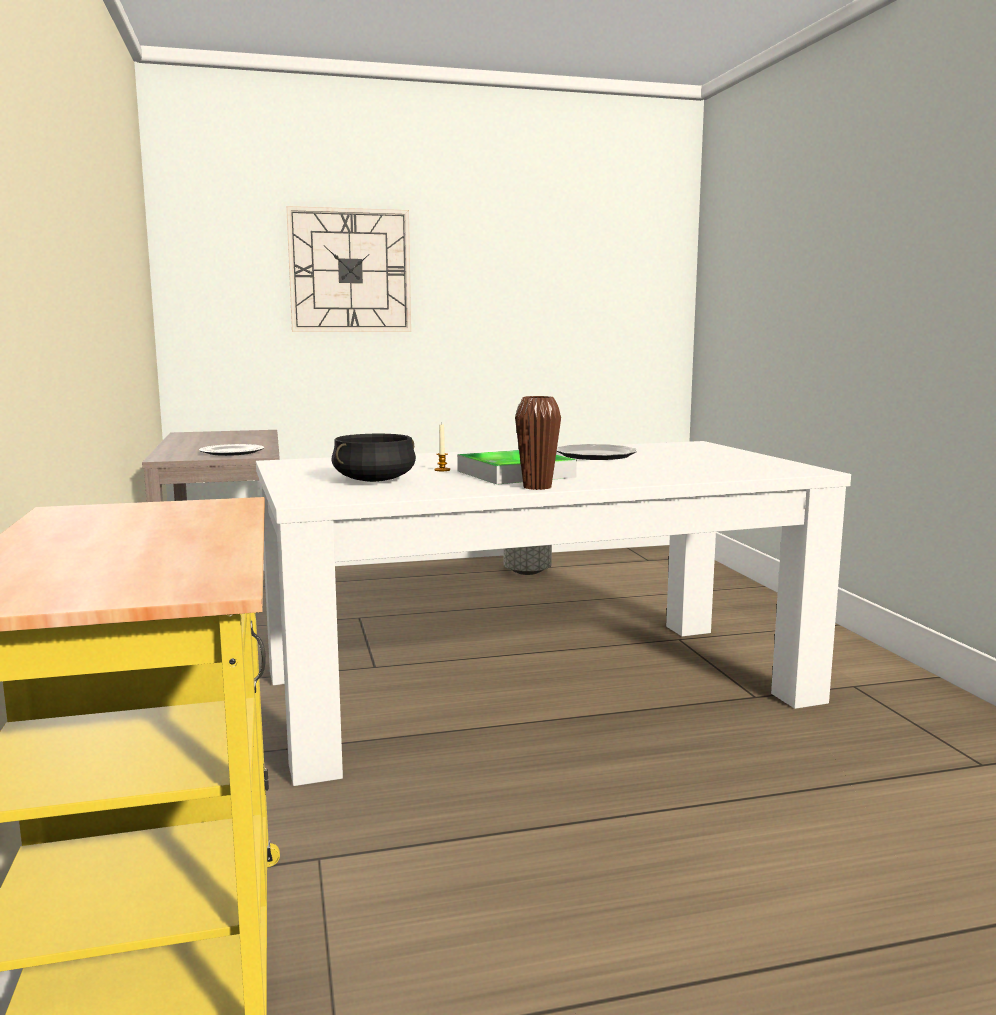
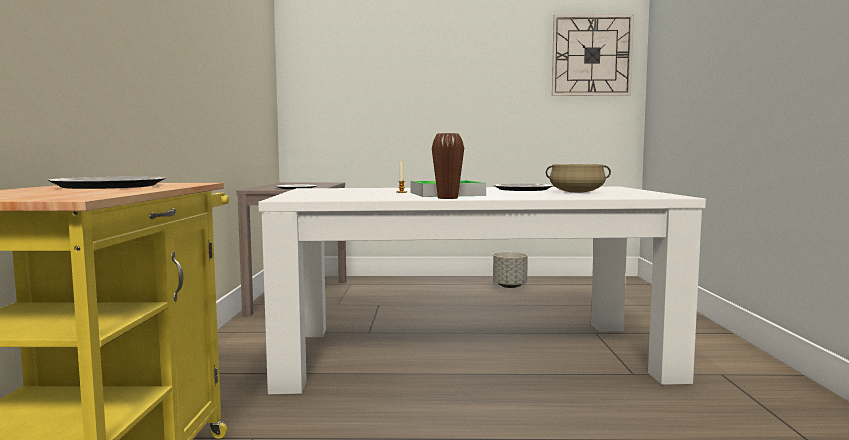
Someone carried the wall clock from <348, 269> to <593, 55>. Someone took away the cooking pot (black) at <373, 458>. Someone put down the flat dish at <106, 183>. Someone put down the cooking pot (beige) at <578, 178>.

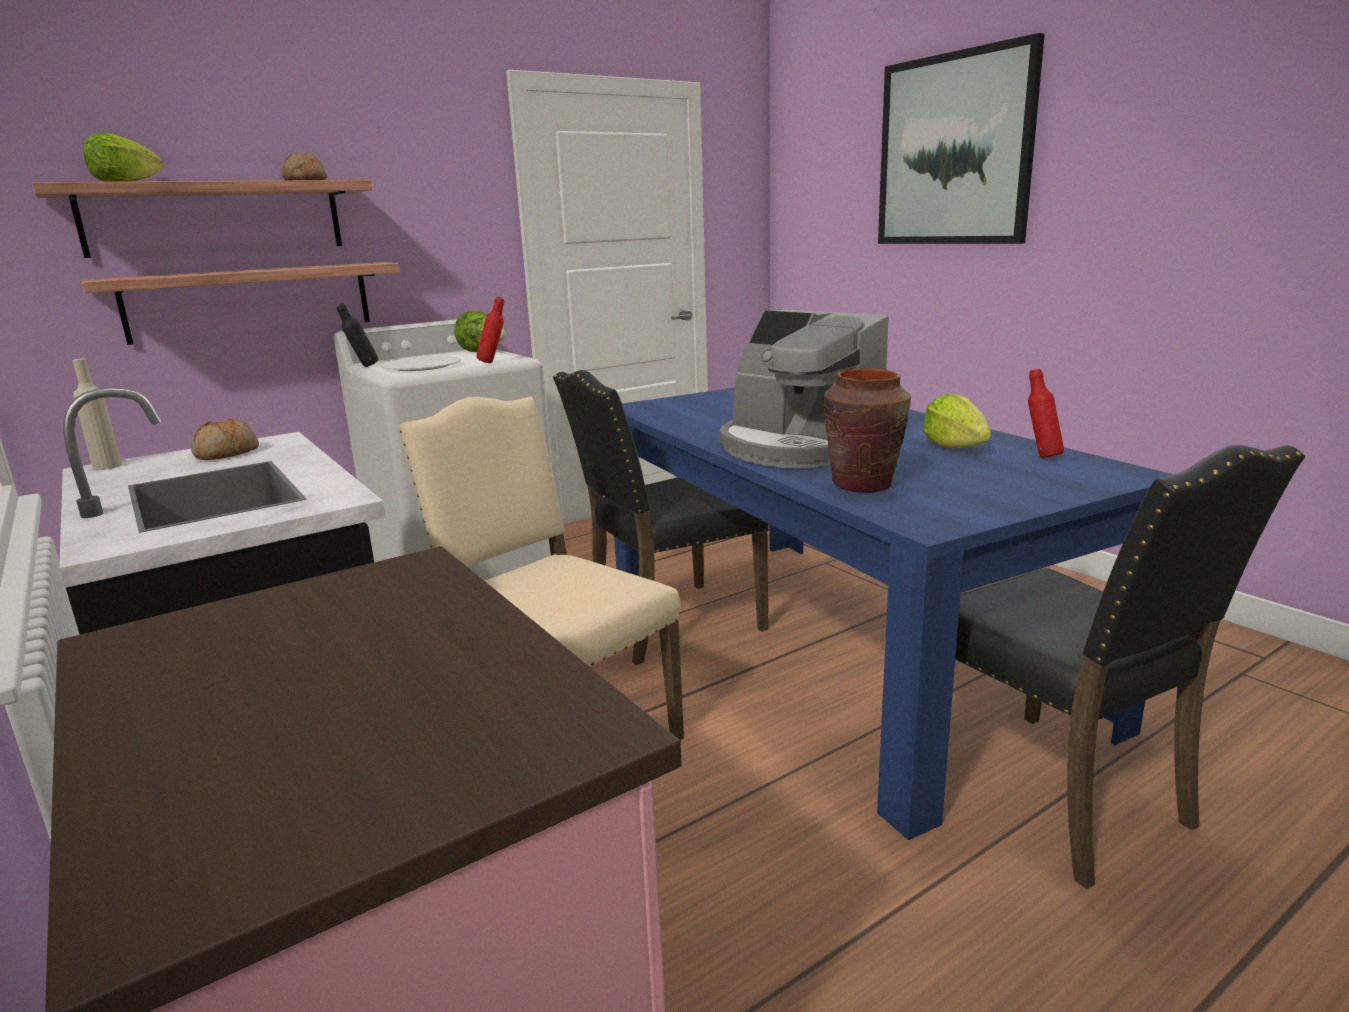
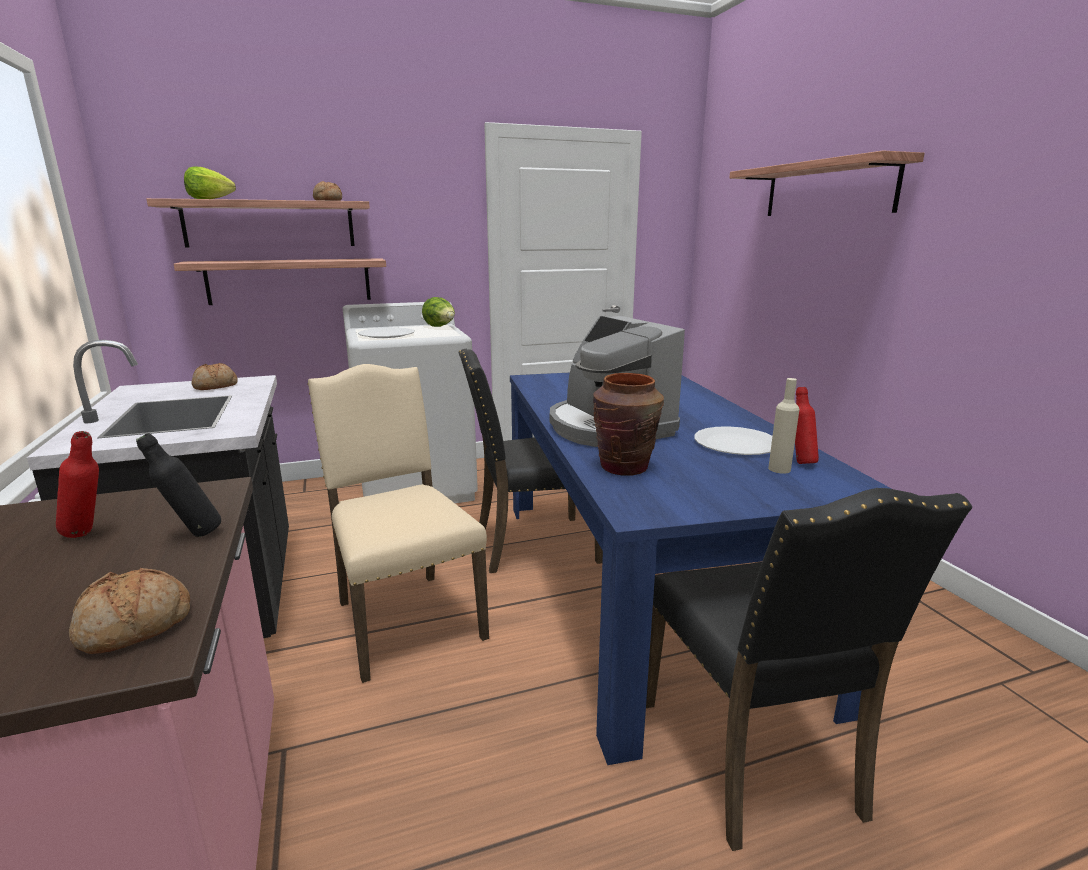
Someone carried the drink bottle (beige) from <97, 414> to <784, 426>. Someone carried the drink bottle (black) from <357, 335> to <178, 485>. Someone carried the drink bottle (red-coloured) from <490, 330> to <77, 484>. Someone swapped the picture at <961, 138> for the bracket shelf at <827, 183>. Someone swapped the lettuce at <957, 421> for the flat dish (whitish) at <733, 440>. Someone put down the baked bread at <129, 611>.

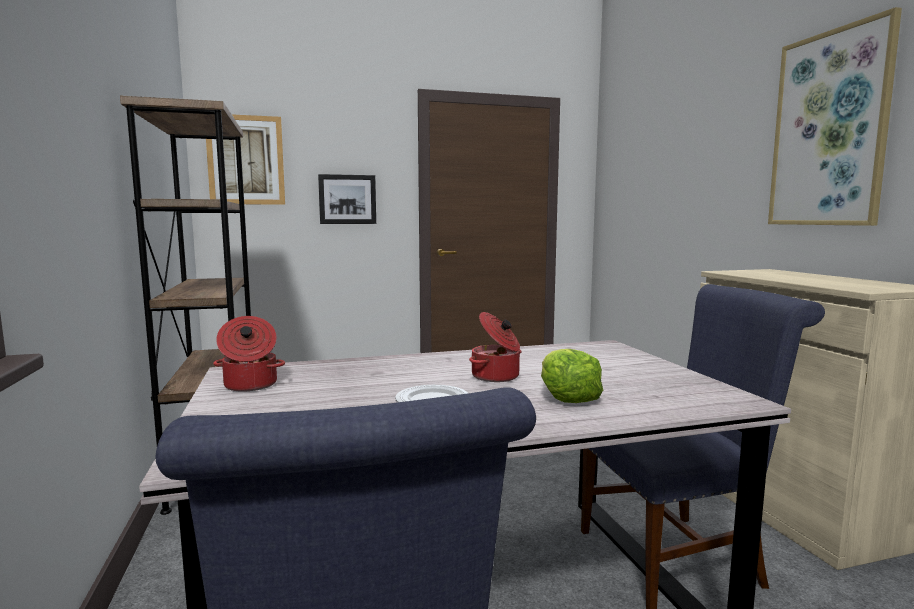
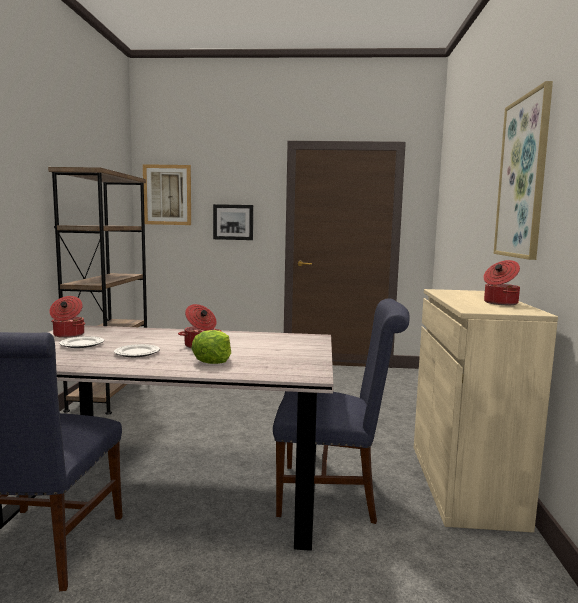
Someone put down the flat dish at <81, 342>. Someone put down the cooking pot at <501, 282>.

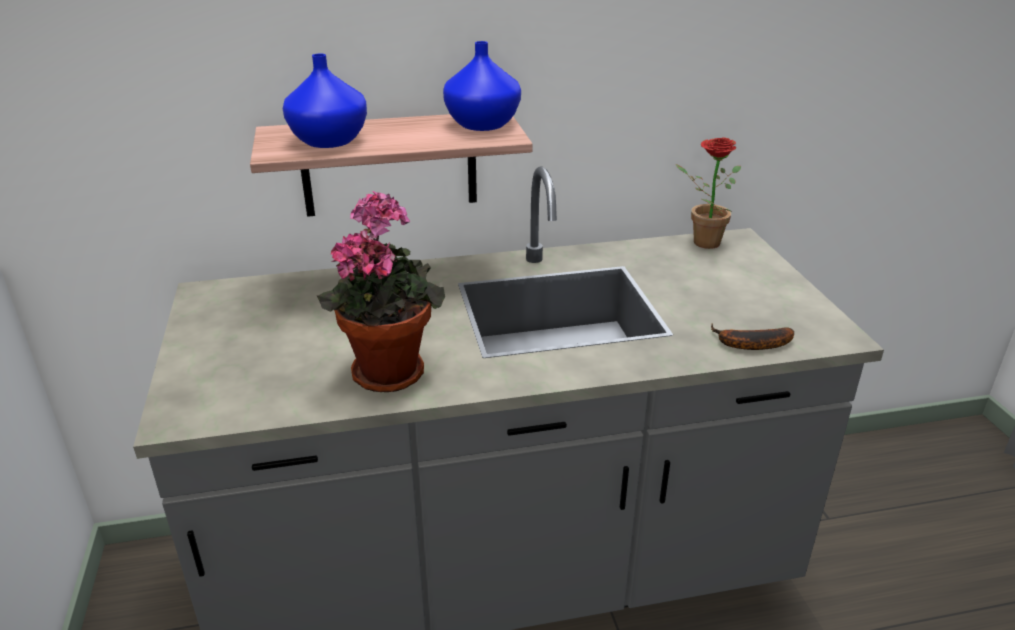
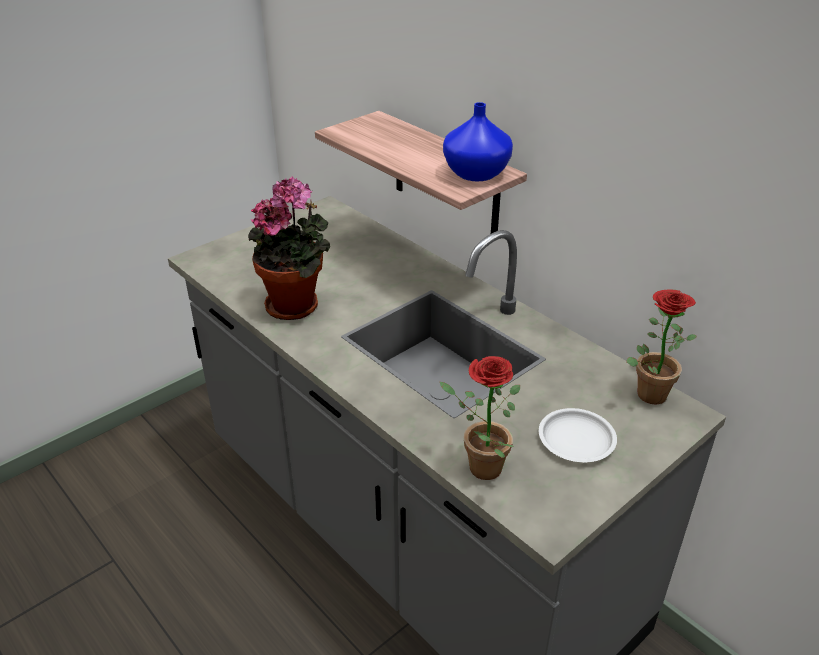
Someone took away the flower vase (bluish) at <325, 101>. Someone swapped the banana at <752, 336> for the plant in a pot at <480, 418>. Someone put down the flat dish (whitish) at <578, 435>.

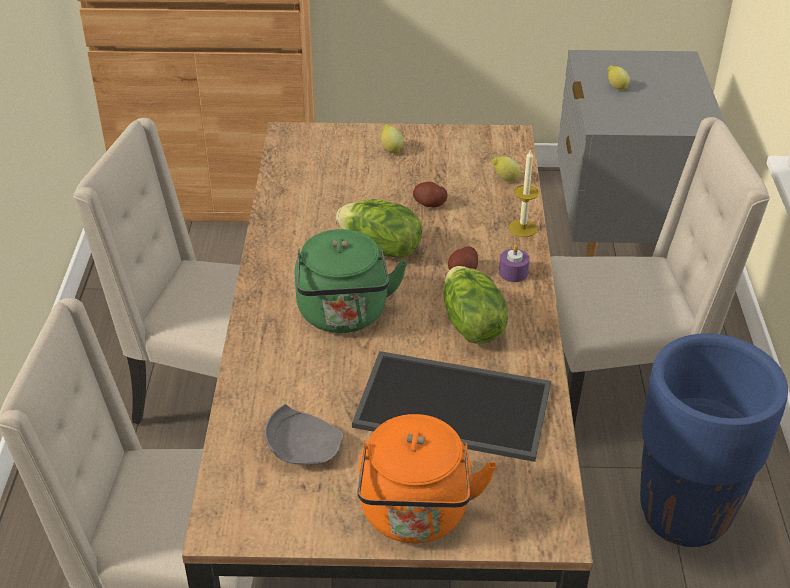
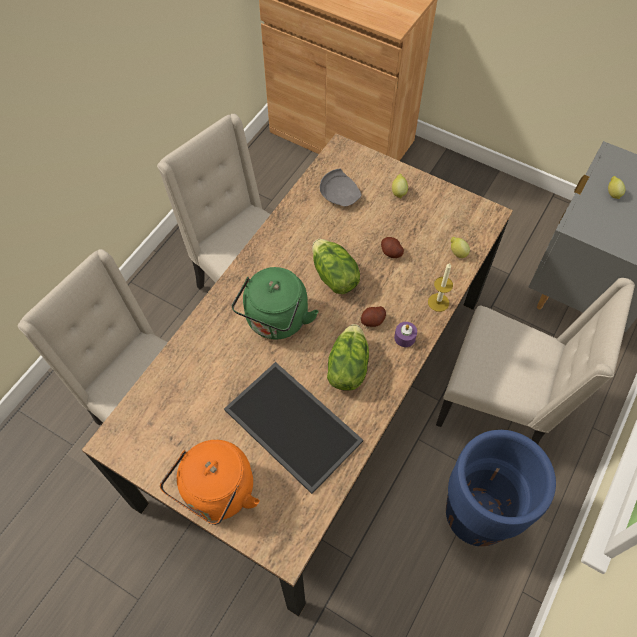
Someone carried the flat dish (gray) from <304, 434> to <340, 187>.

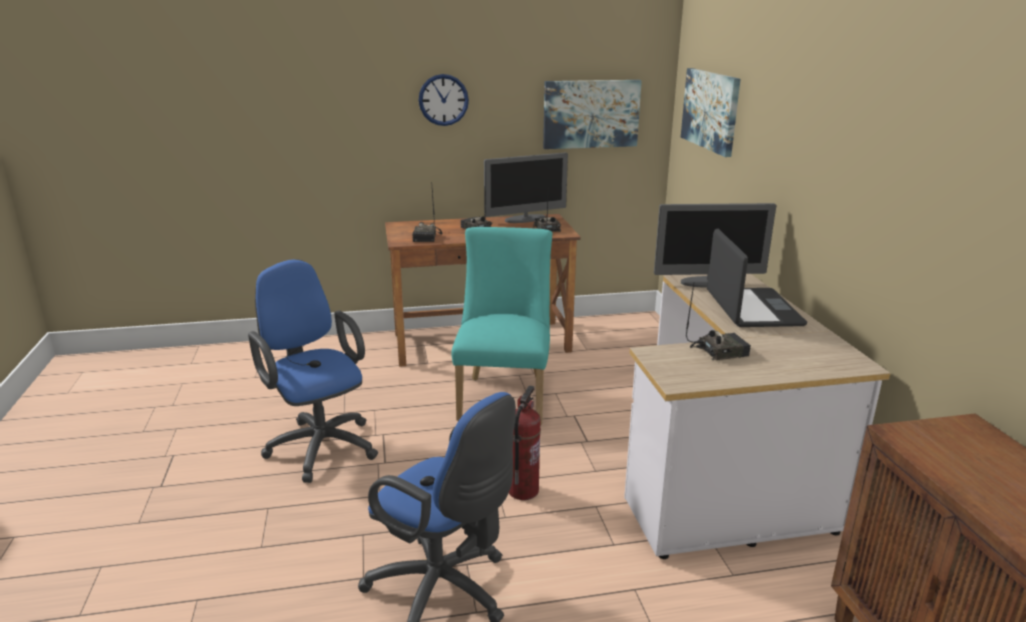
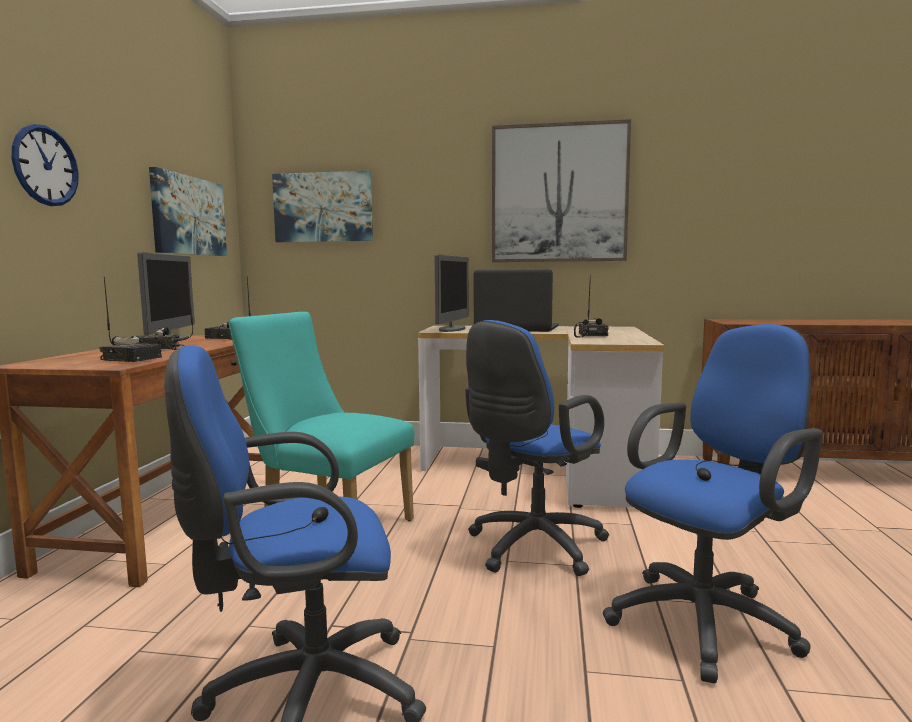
Someone swapped the fire-fighting cylinder at <525, 442> for the desk chair (bluish) at <537, 448>. Someone put up the picture at <561, 190>.

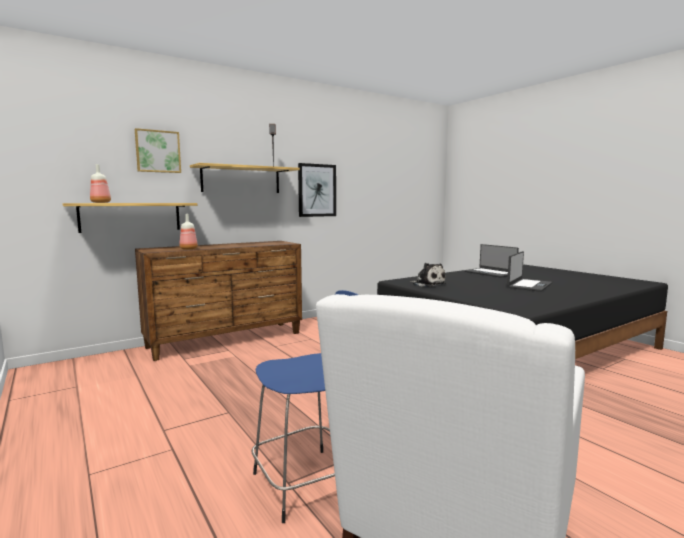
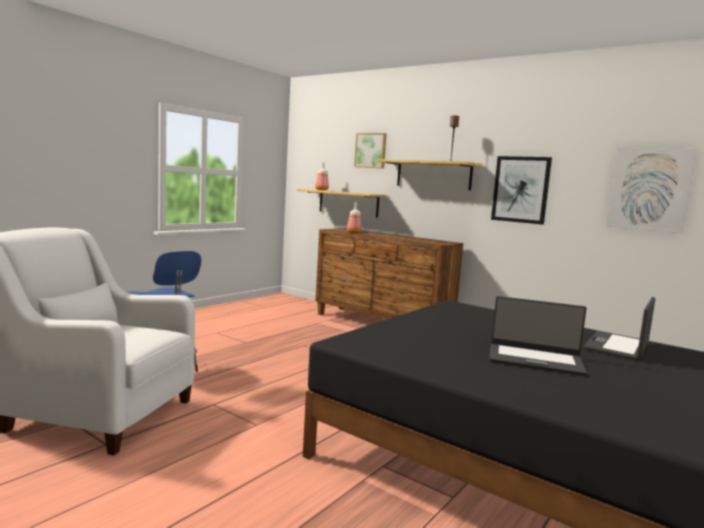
Someone took away the soft toy at <428, 275>. Someone put up the picture at <651, 190>.

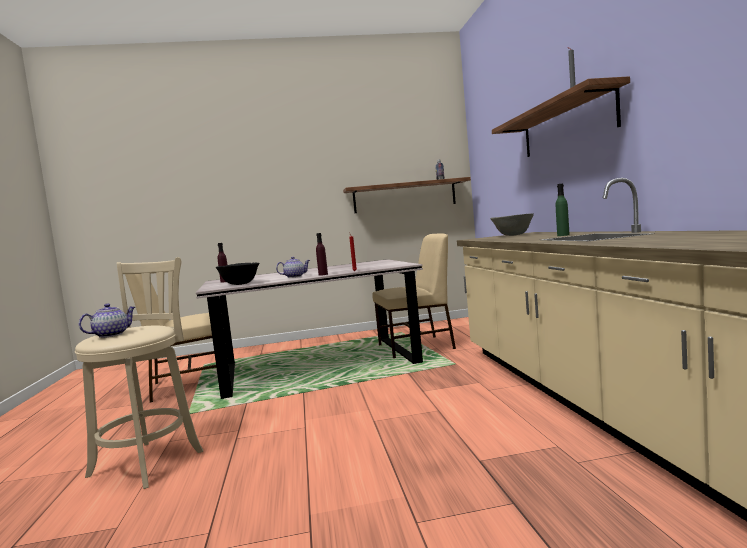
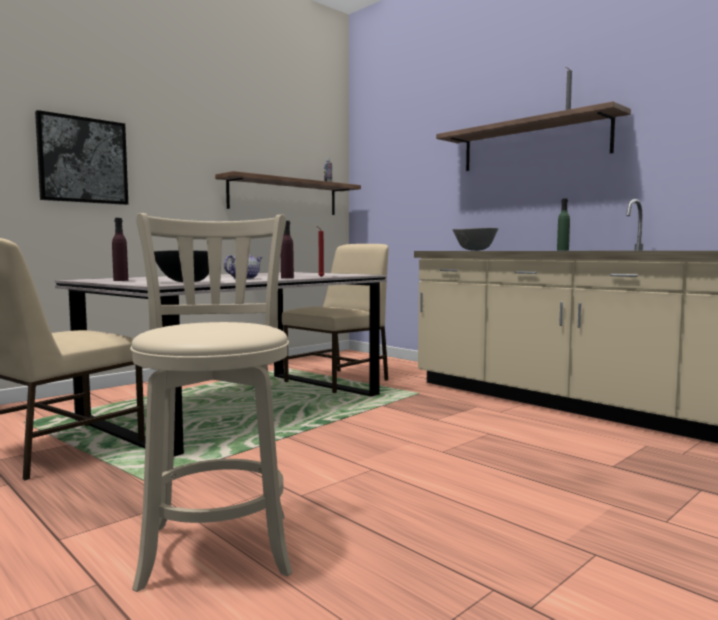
Someone took away the tea pot at <107, 320>. Someone put up the picture at <81, 157>.

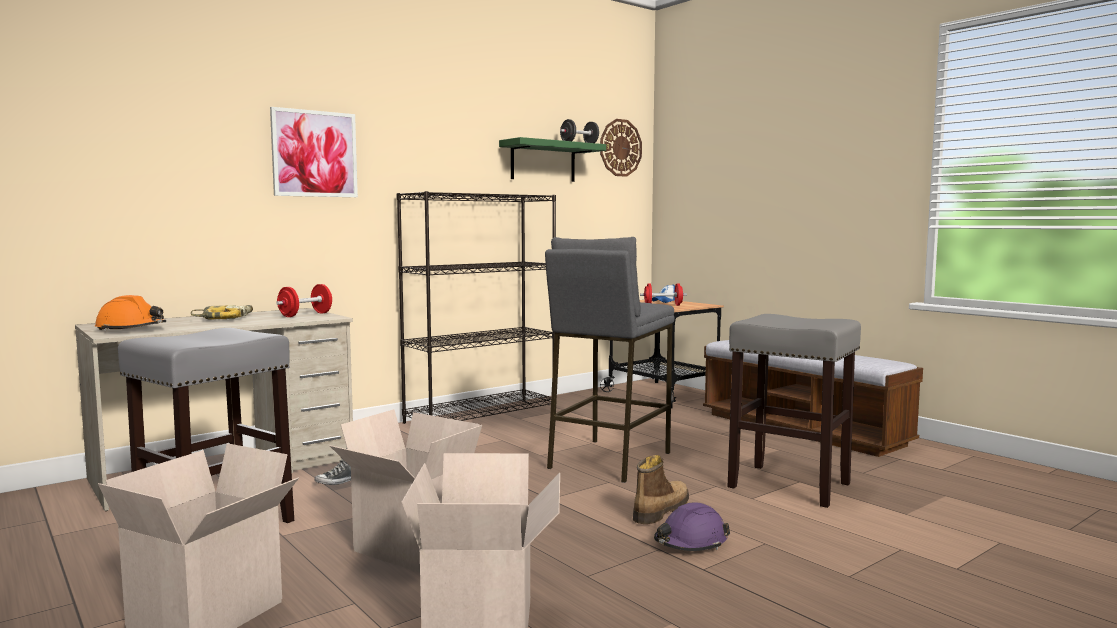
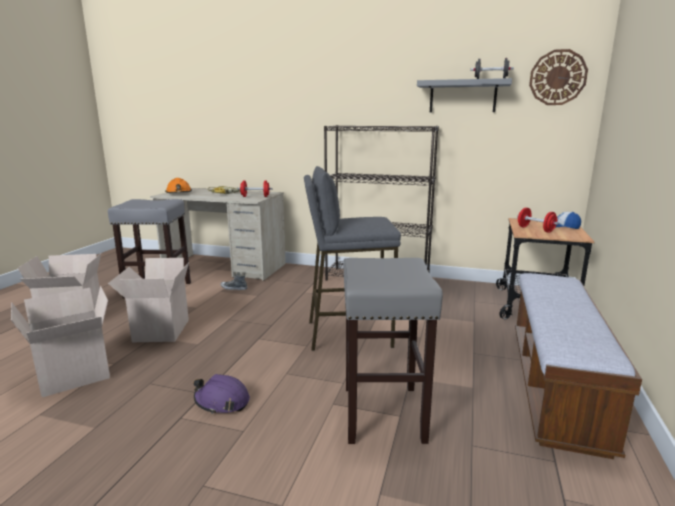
Someone took away the picture at <314, 152>. Someone repainted the bracket shelf (green) at <552, 159>, which became the bracket shelf (gray) at <464, 95>. Someone took away the high-top boot at <661, 489>.

